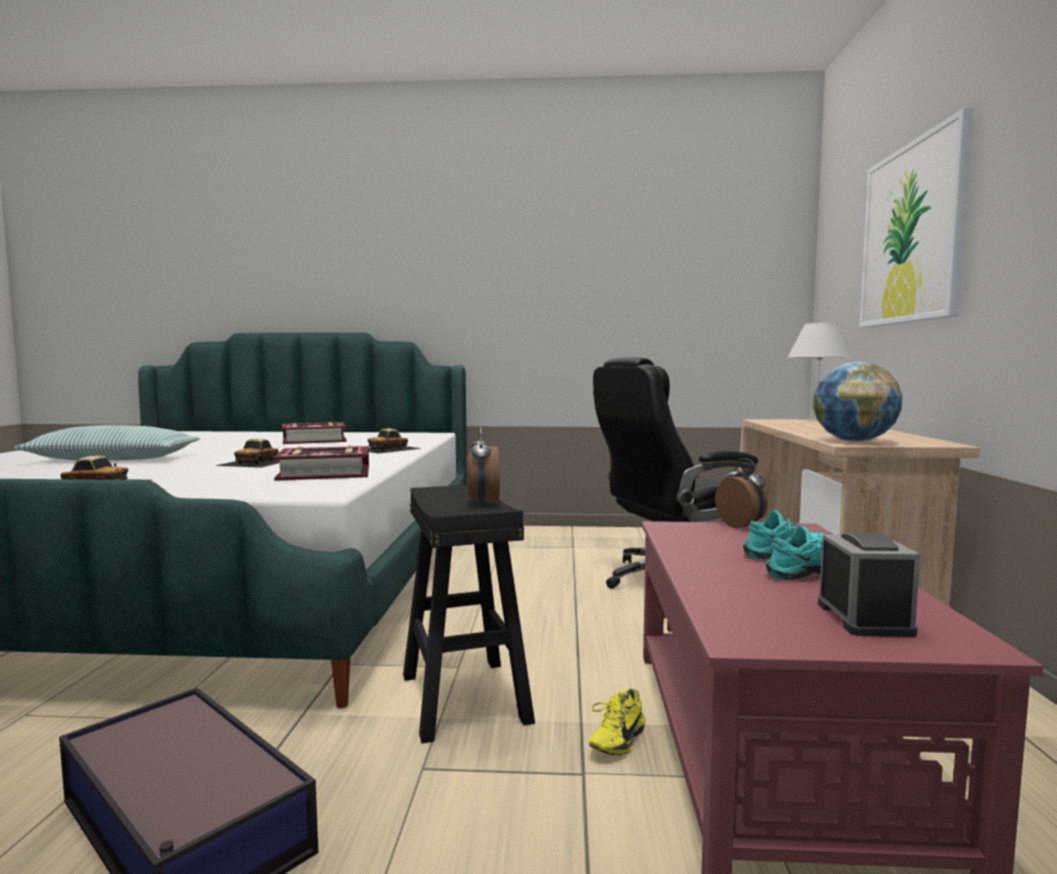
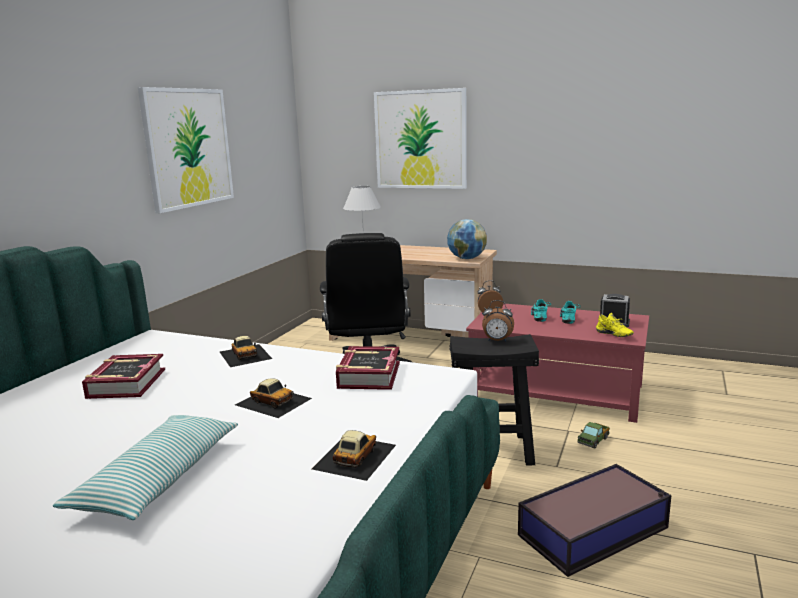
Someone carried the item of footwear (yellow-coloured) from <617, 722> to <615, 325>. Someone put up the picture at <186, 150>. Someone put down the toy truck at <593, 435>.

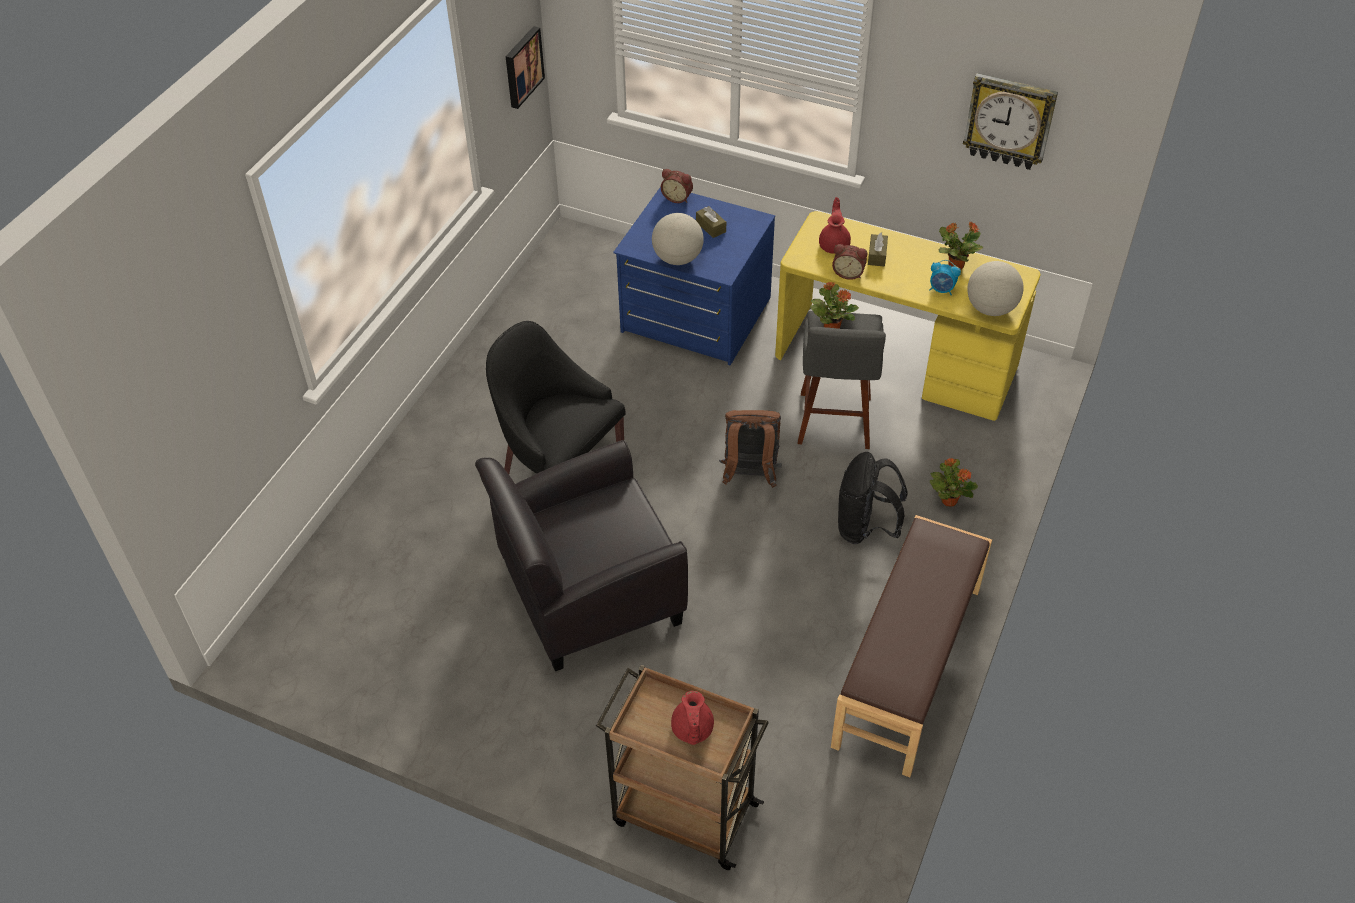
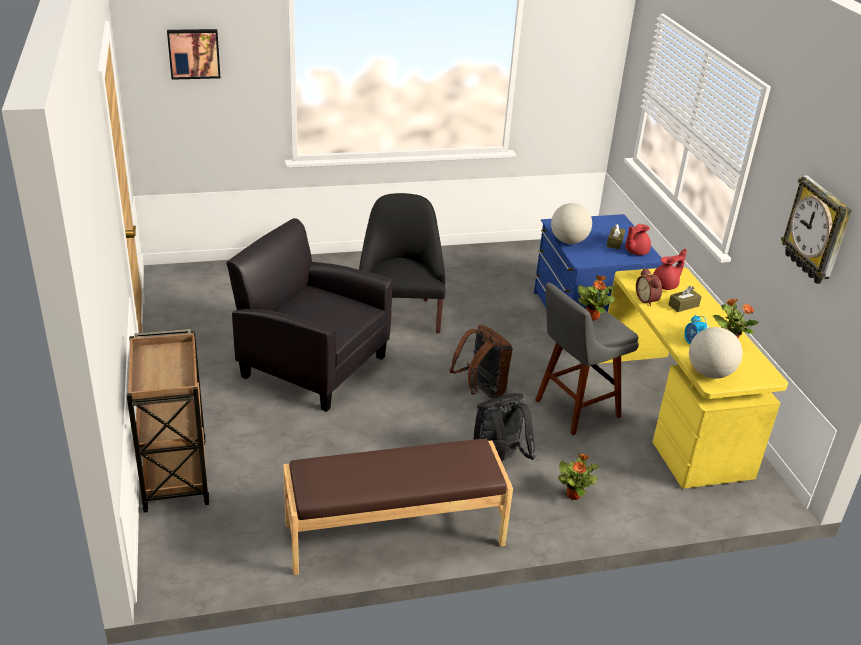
Someone carried the picture from <525, 67> to <194, 54>. Someone took away the alarm clock at <677, 186>. Someone carried the tea pot (red-coloured) from <692, 718> to <638, 239>.

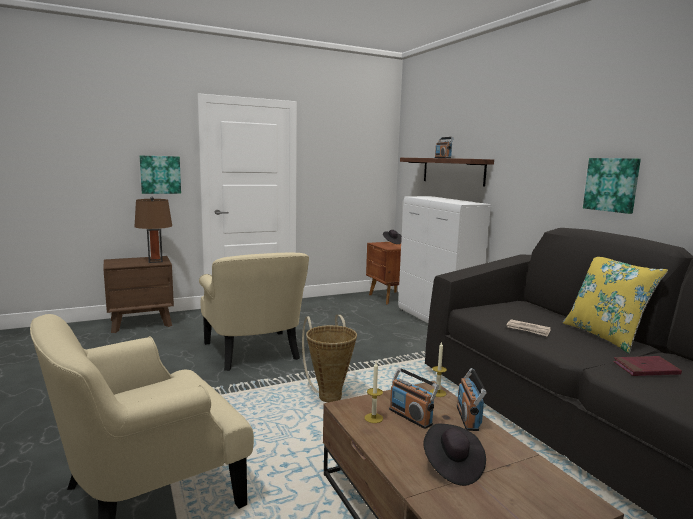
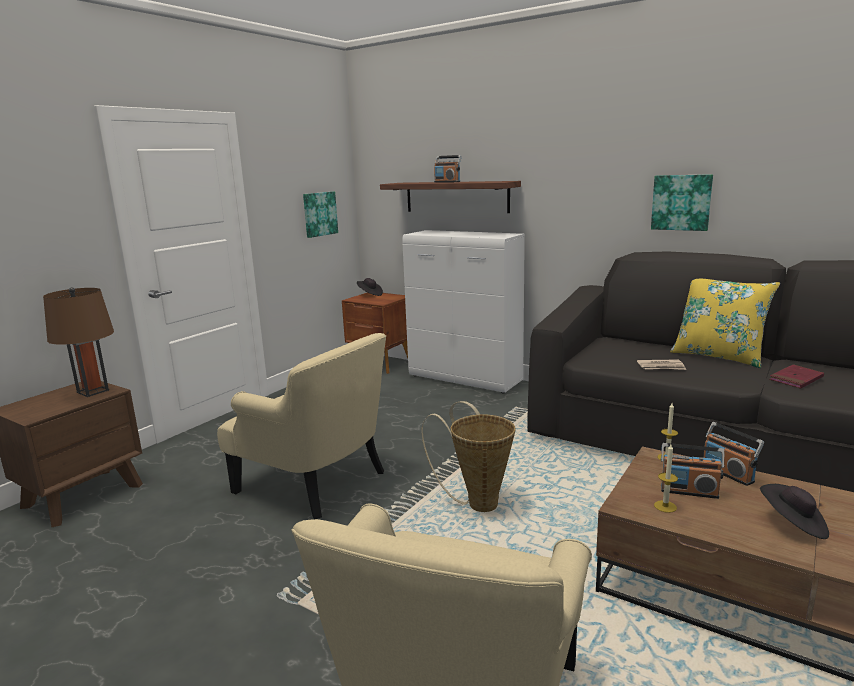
Someone carried the picture from <160, 175> to <320, 214>.

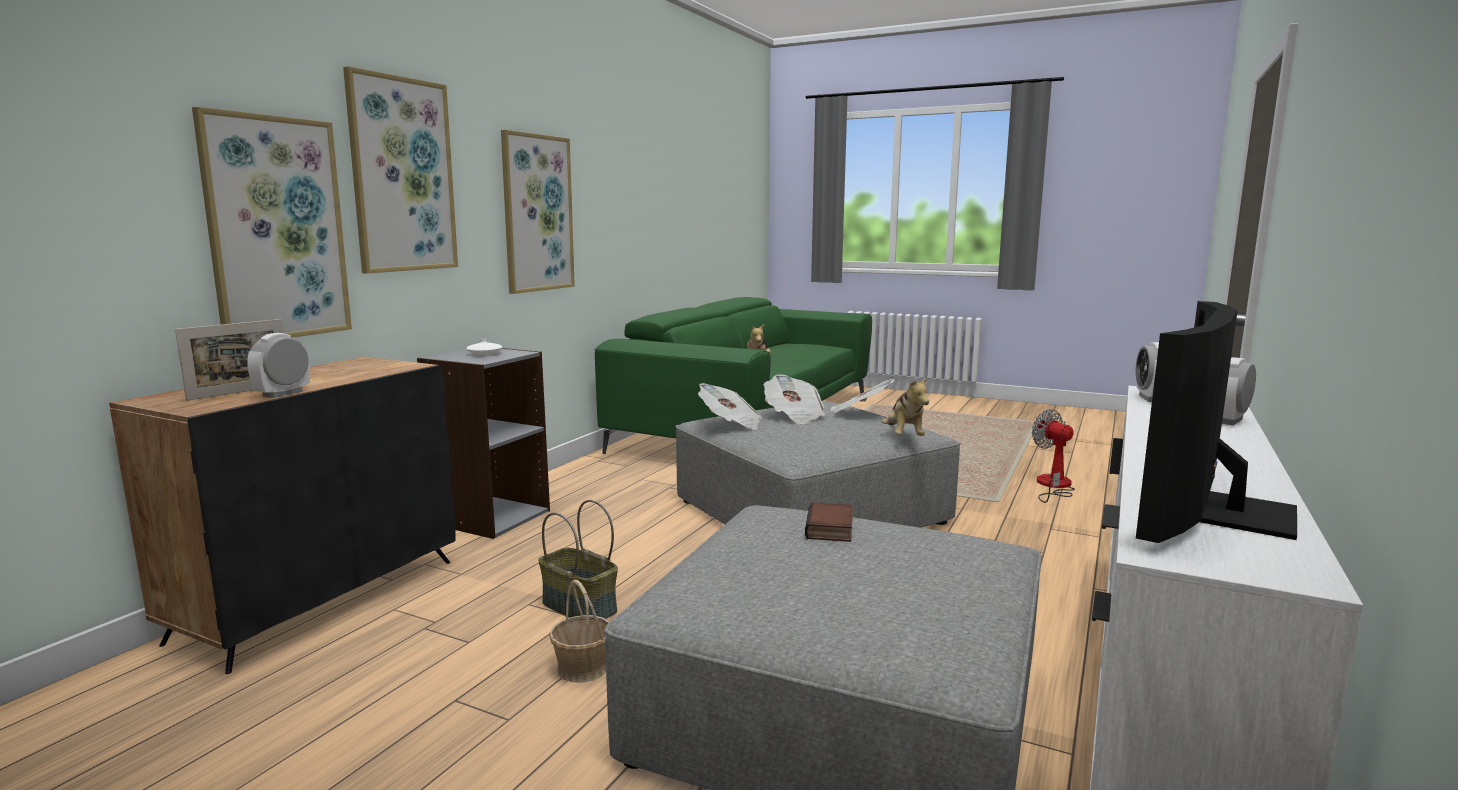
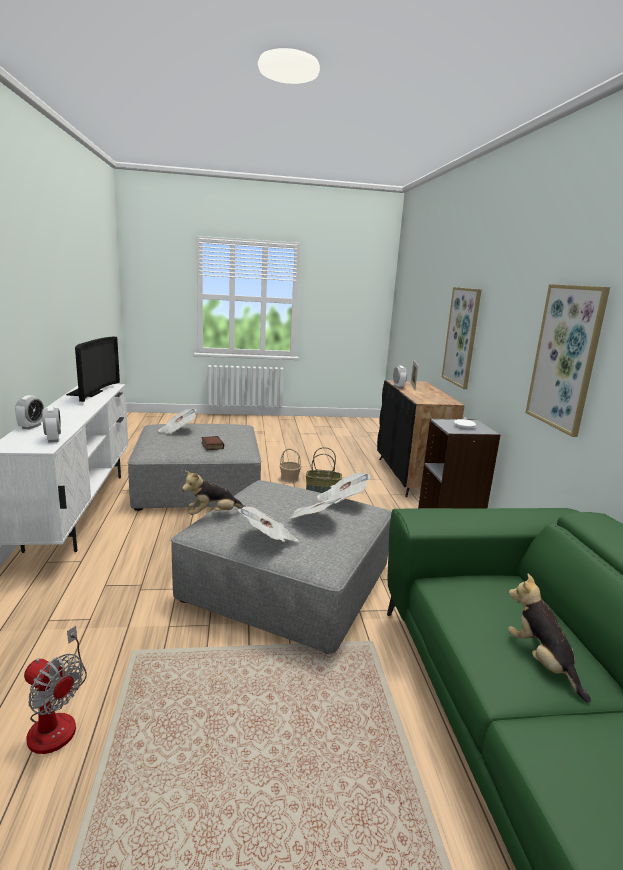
Someone took away the picture at <400, 170>. Someone rotated the soft toy at <905, 406> by 75 degrees counterclockwise. Someone put down the printed paper at <177, 421>.

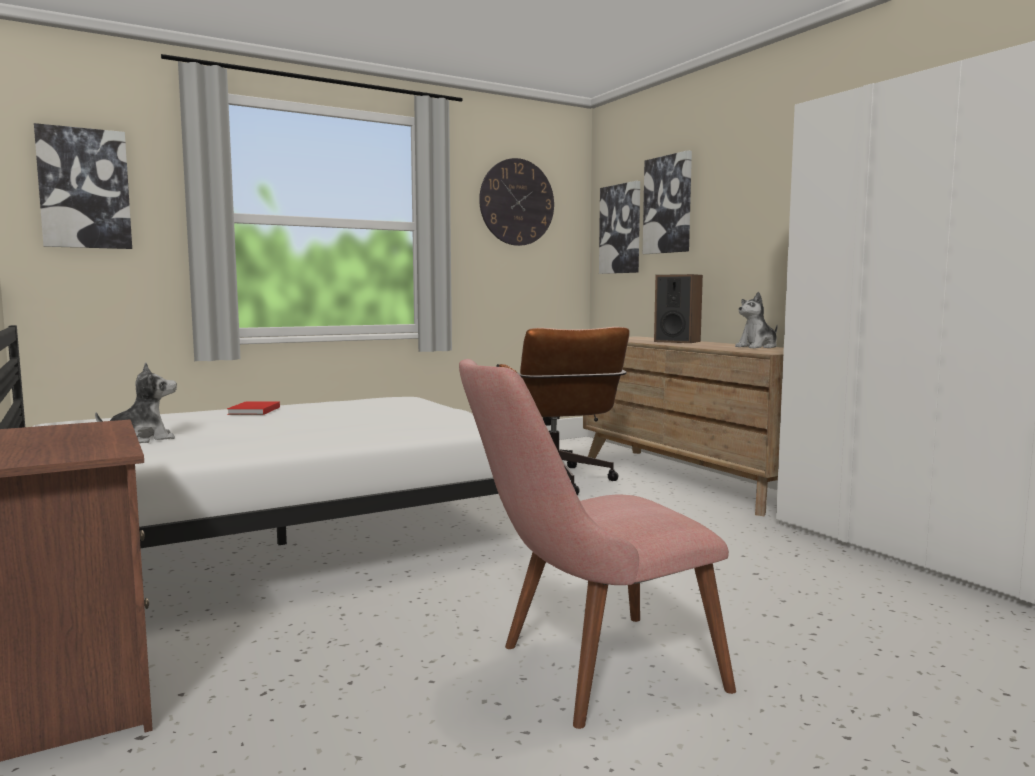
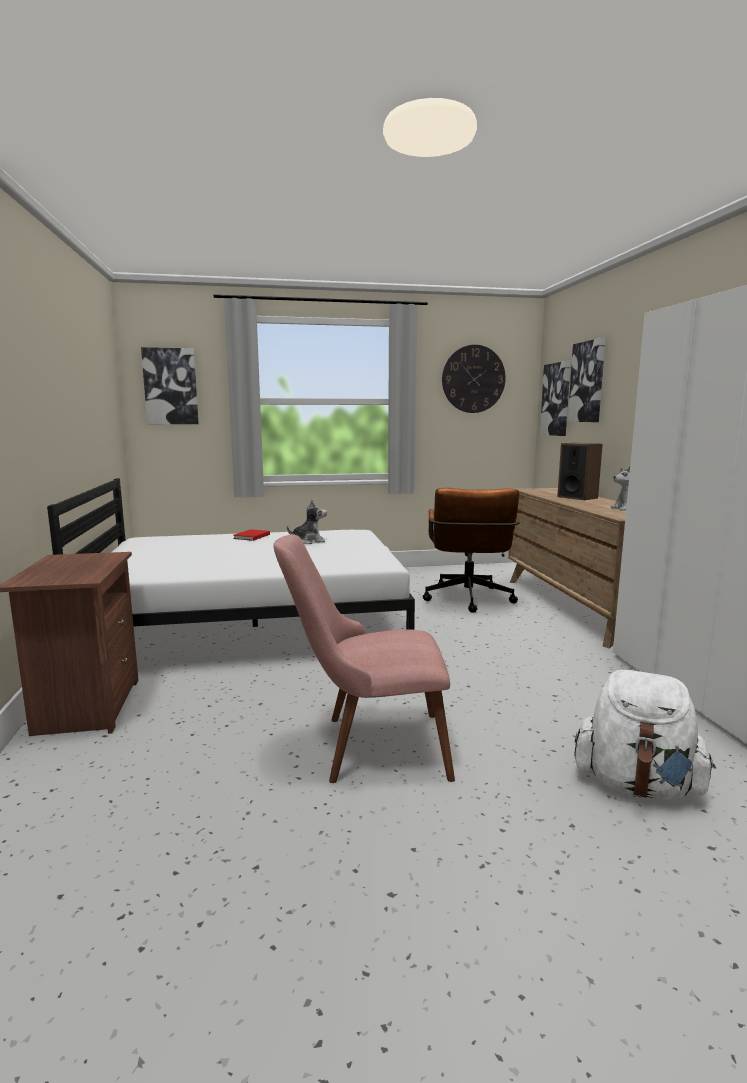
Someone carried the soft toy from <136, 403> to <307, 522>. Someone put down the backpack (whitish) at <645, 735>.

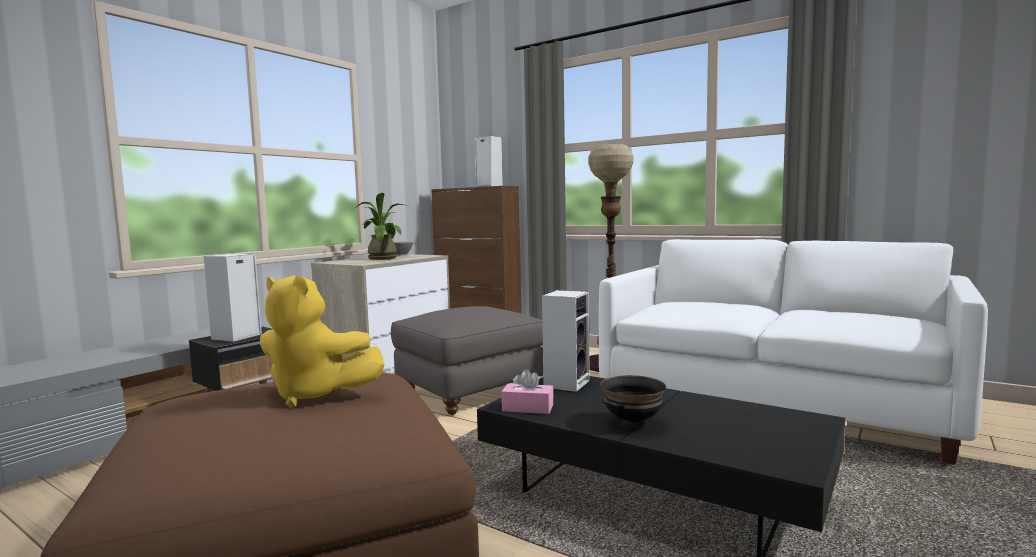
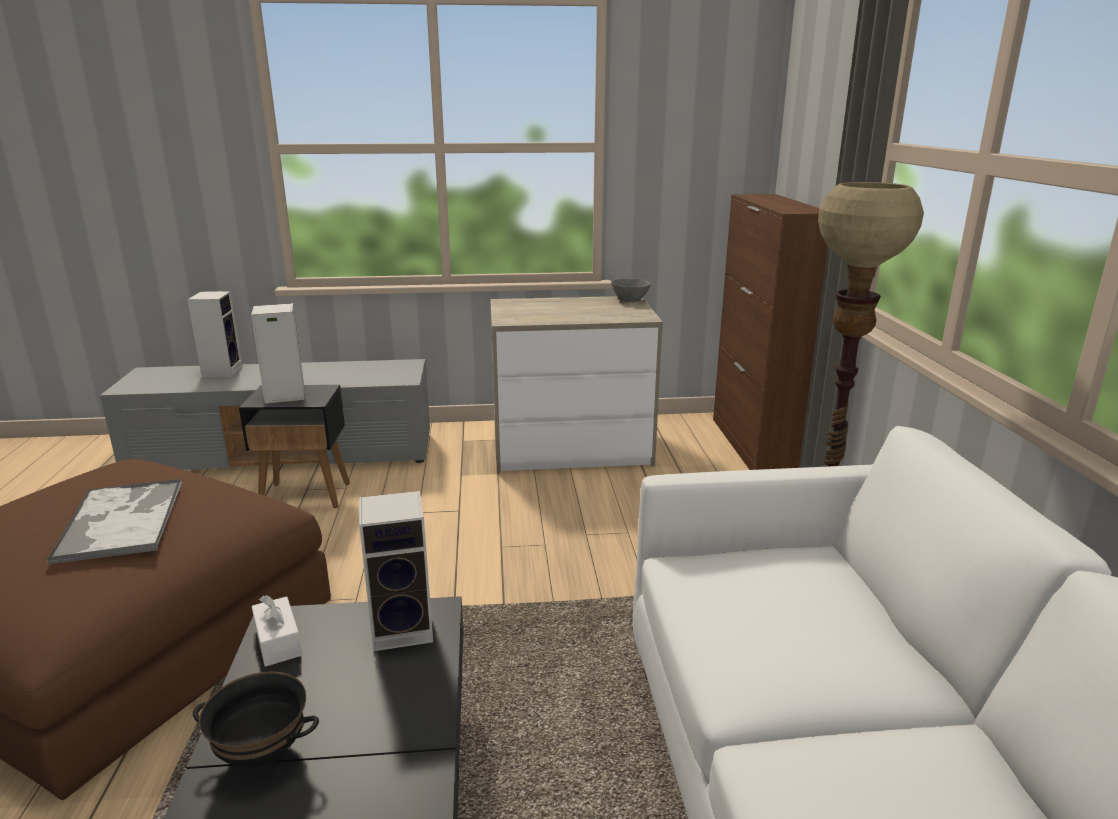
Someone swapped the soft toy (yellow-coloured) at <322, 341> for the serving tray at <114, 522>. Someone took away the plant in a pot at <382, 226>. Someone took away the ottoman (gray) at <467, 360>. Someone carried the loudspeaker from <488, 161> to <215, 334>. Someone repainted the tissue holder (pink-coloured) at <527, 391>, which became the tissue holder (whitish) at <277, 631>.

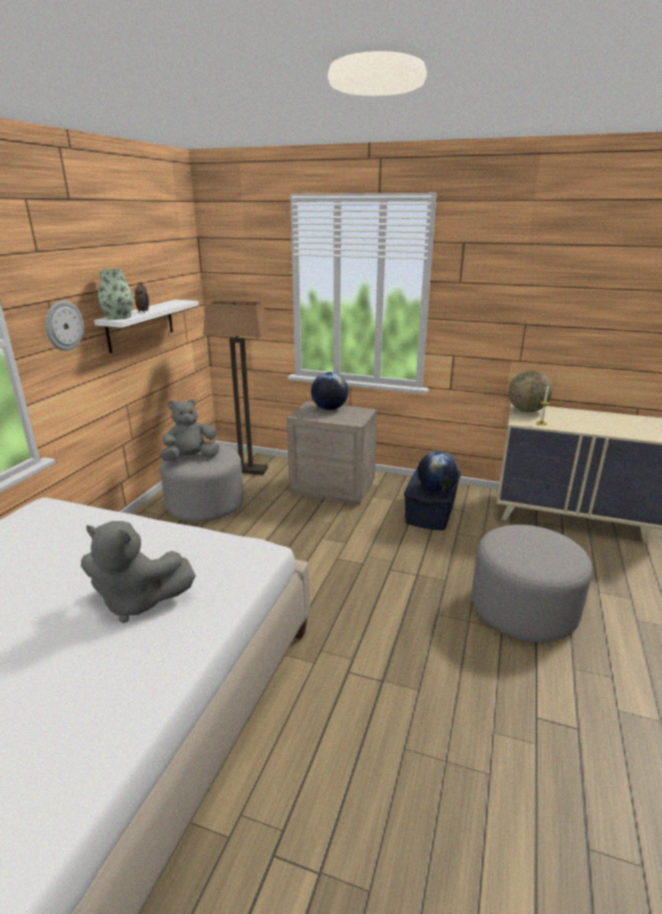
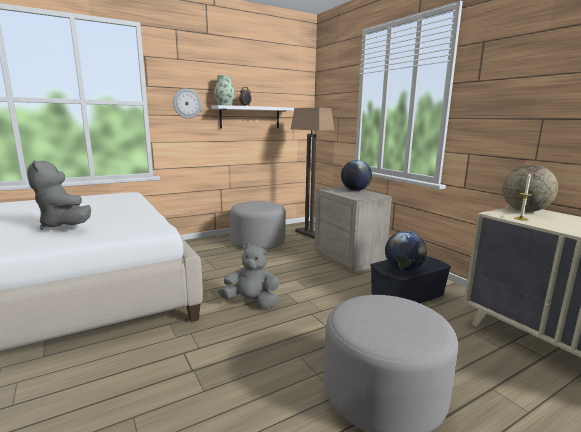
Someone carried the soft toy (gray) from <190, 430> to <249, 275>.

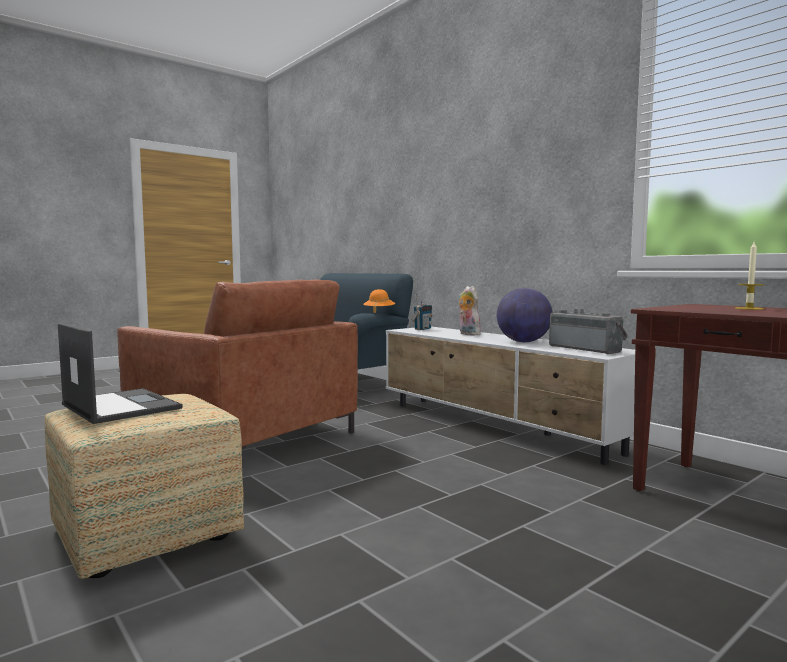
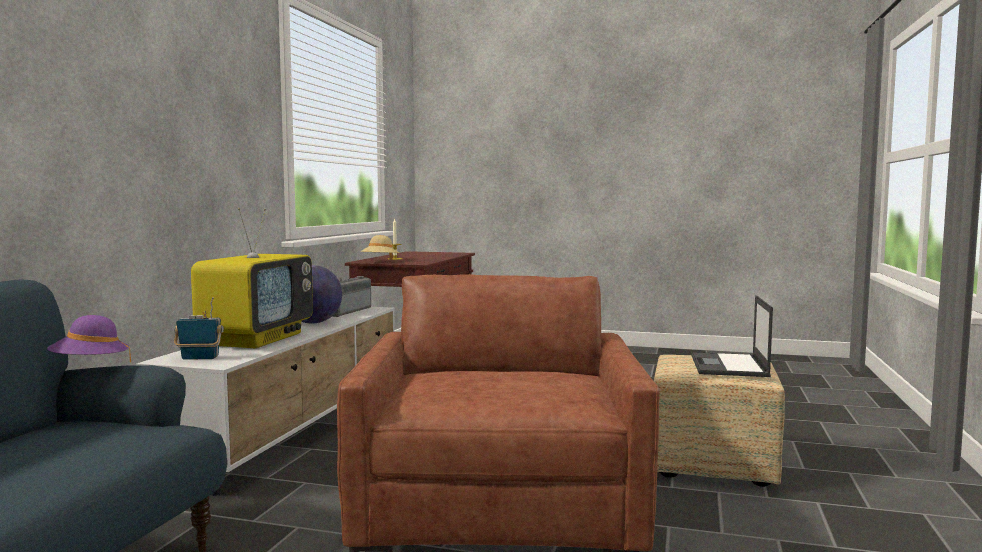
Someone repainted the clothing hat (orange) at <379, 301>, which became the clothing hat (purple) at <89, 338>. Someone swapped the soft toy at <470, 311> for the TV set at <252, 278>. Someone put down the clothing hat (beige) at <379, 247>.

